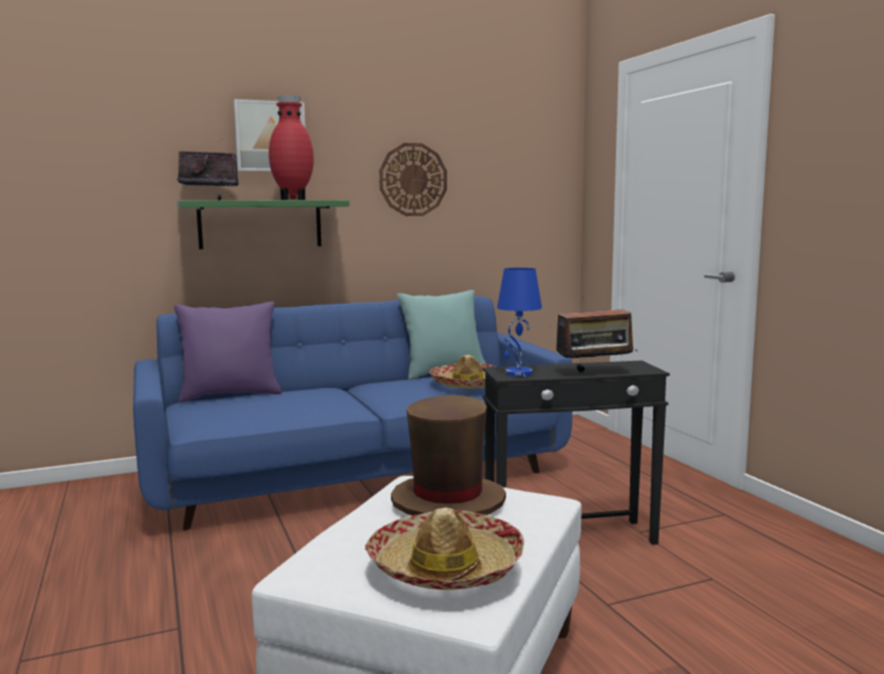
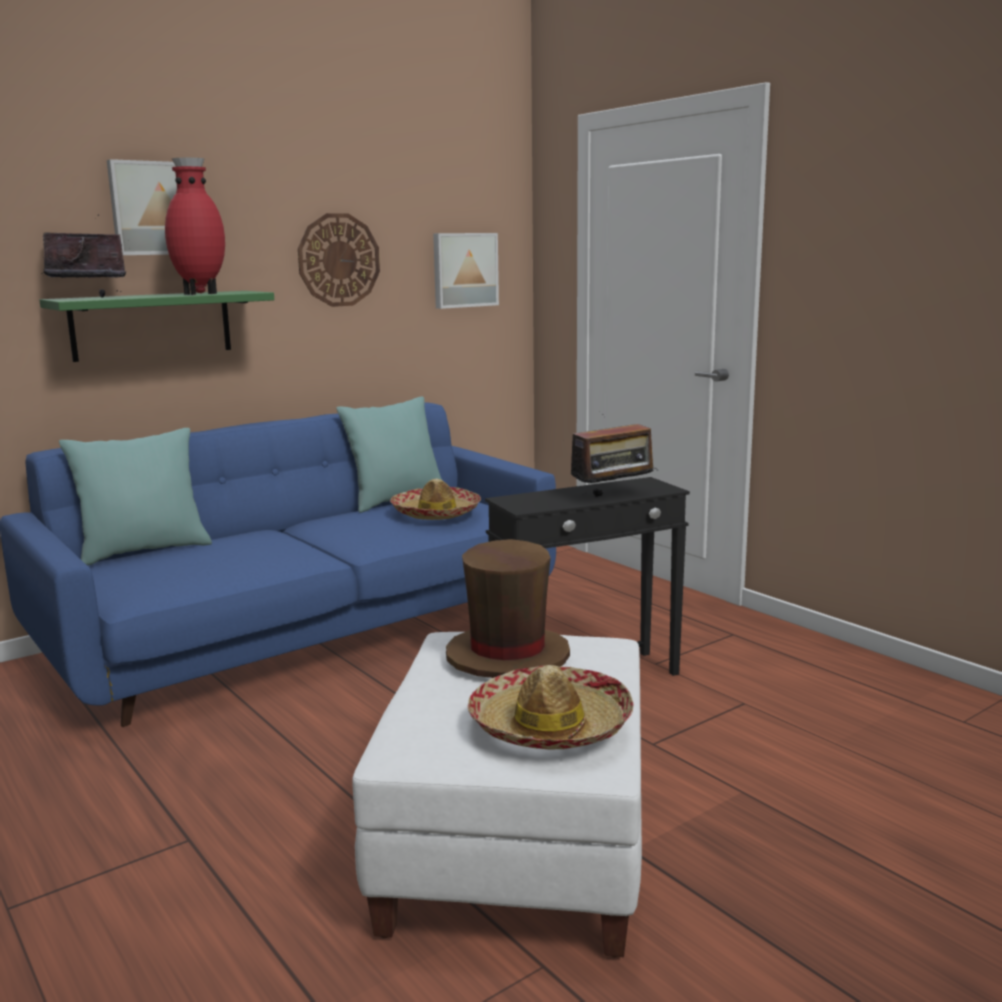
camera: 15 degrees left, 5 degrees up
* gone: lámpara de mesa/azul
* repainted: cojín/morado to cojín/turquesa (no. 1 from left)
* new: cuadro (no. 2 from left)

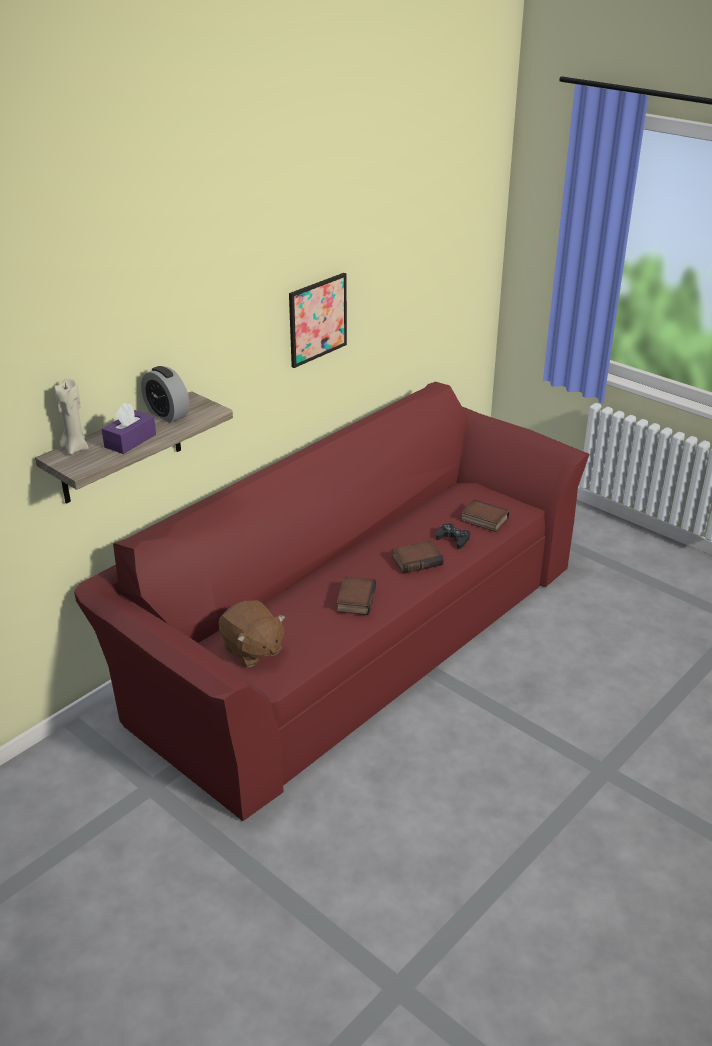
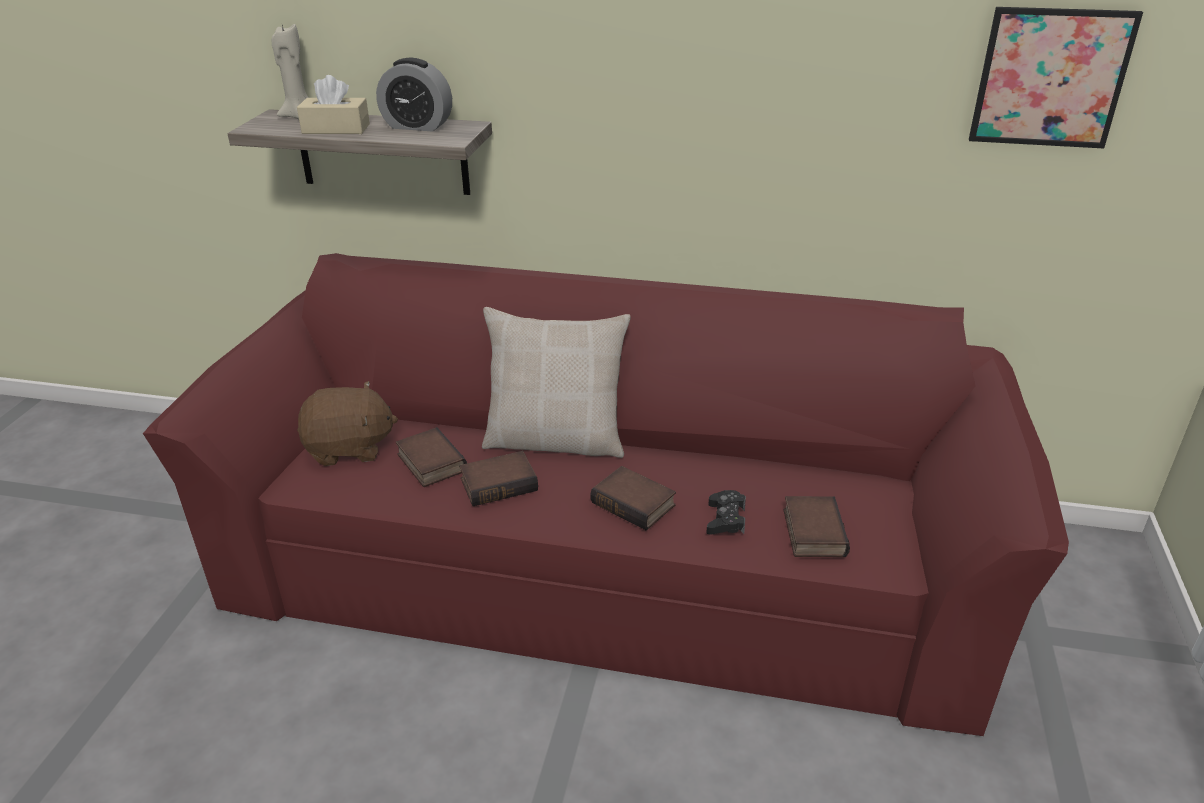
camera: 60 degrees right, 0 degrees up
* shifted: cuadro
* rotated: despertador 90 degrees counterclockwise
* repainted: caja de pañuelos/morado to caja de pañuelos/beis
* rotated: peluche/marrón 120 degrees counterclockwise
* new: cojín/beis
* new: libro (no. 1 from left)

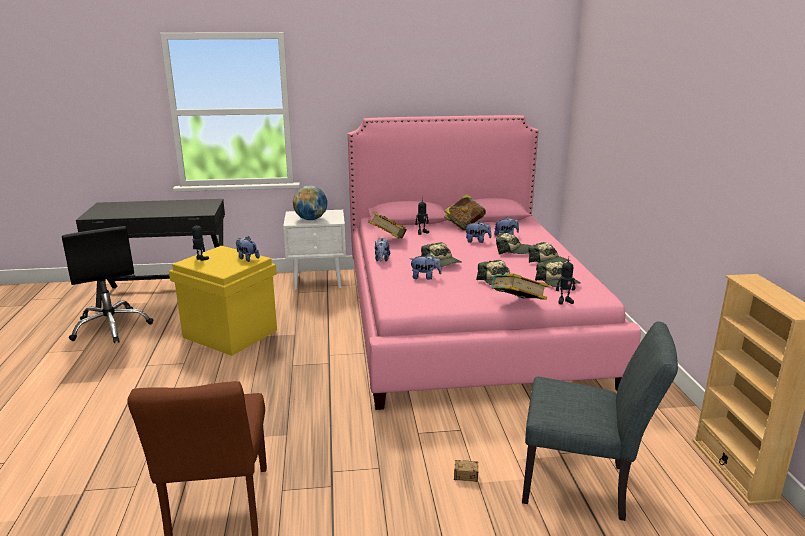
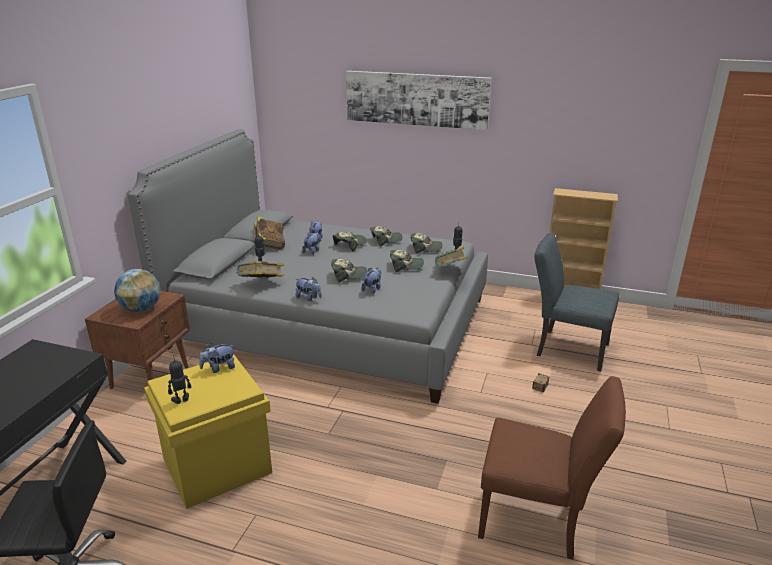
camera: 65 degrees left, 5 degrees up
* repainted: cama/rosa to cama/gris
* repainted: mesita de noche/blanco to mesita de noche/marrón
* rotated: silla/gris 105 degrees counterclockwise
* new: cuadro

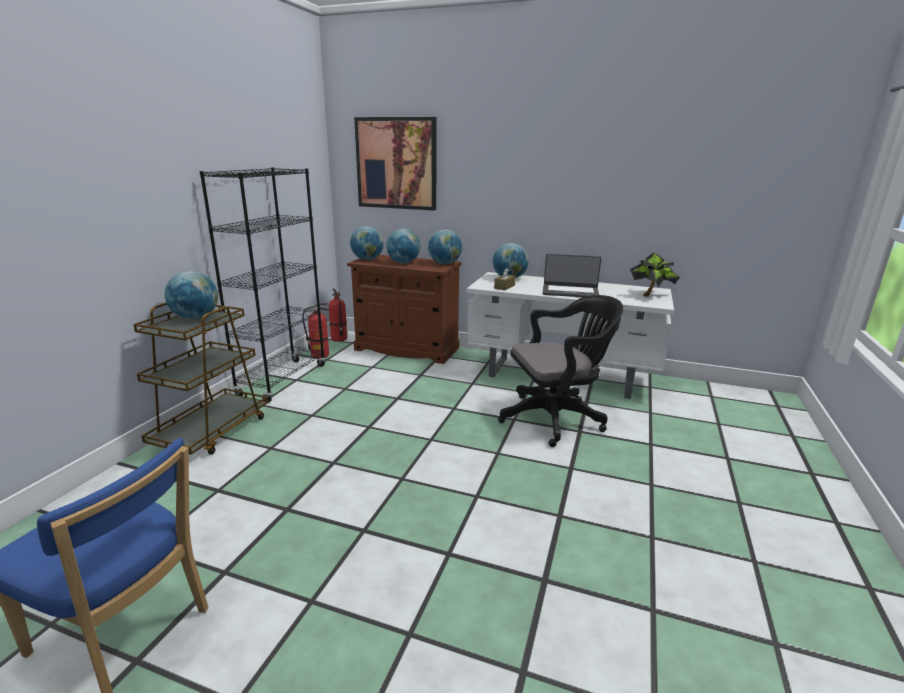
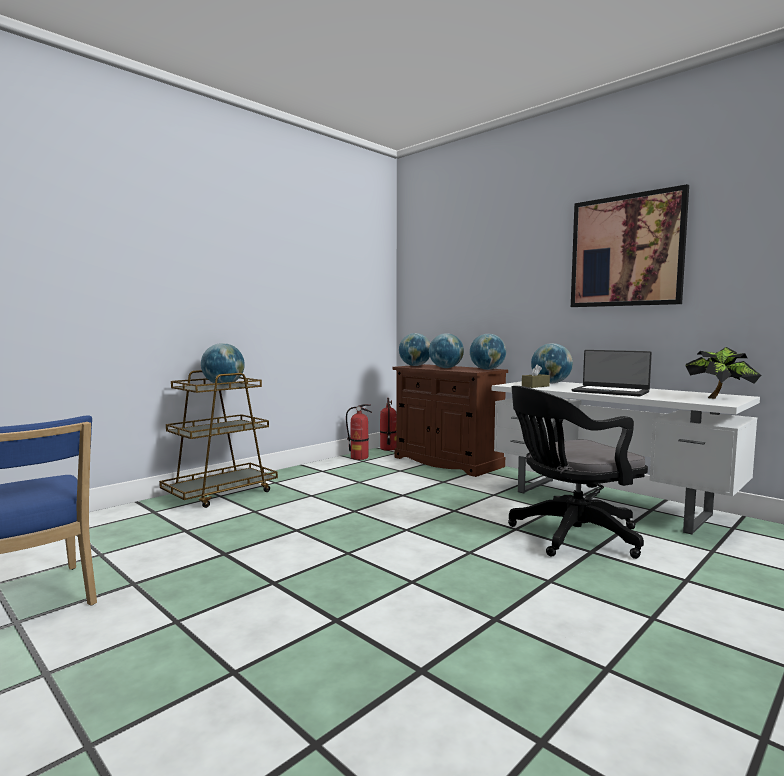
camera: 25 degrees right, 15 degrees down
* shifted: cuadro
* gone: estantería/negro
* rotated: silla de oficina/negro 150 degrees clockwise

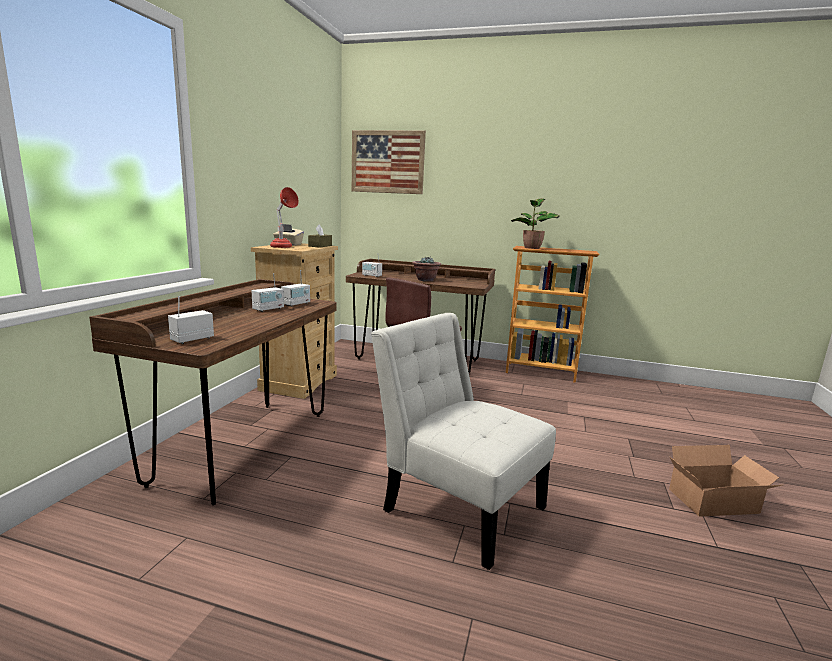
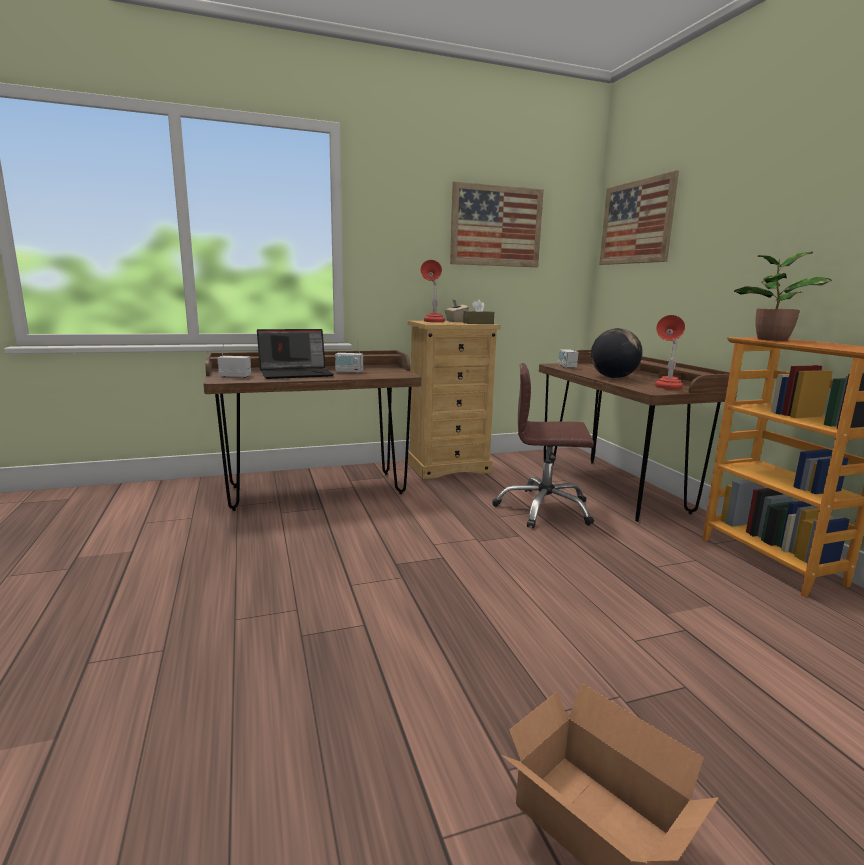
camera: 55 degrees right, 0 degrees up
* swapped: planta en maceta (no. 1 from left) to globo terráqueo
* gone: radio (no. 3 from left)
* gone: silla/blanco
* new: cuadro (no. 1 from left)
* new: lámpara de mesa/rojo (no. 2 from left)
* new: portátil

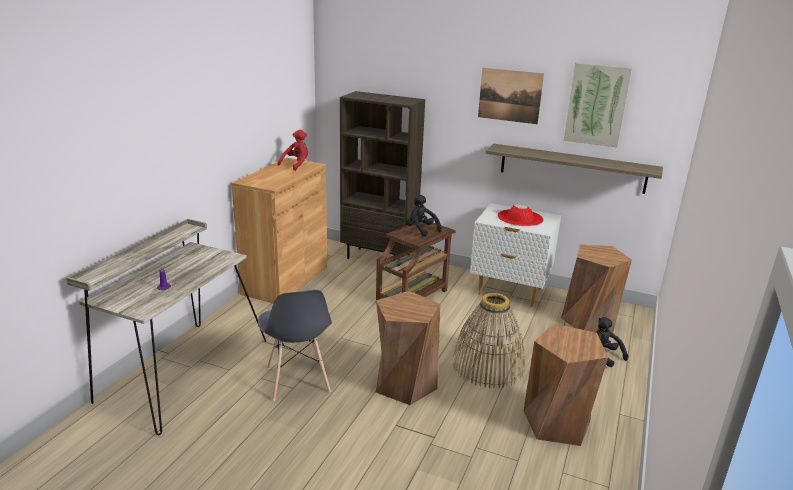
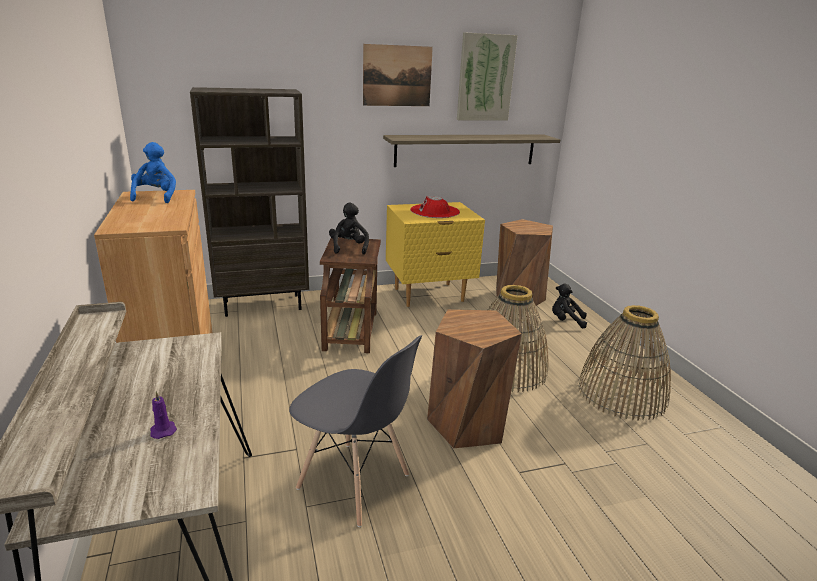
camera: 40 degrees left, 0 degrees up
* repainted: peluche/rojo to peluche/azul
* rotated: peluche/negro (no. 1 from left) 75 degrees clockwise
* repainted: mesita de noche/blanco to mesita de noche/amarillo
* swapped: taburete/marrón (no. 2 from left) to cesta (no. 2 from left)

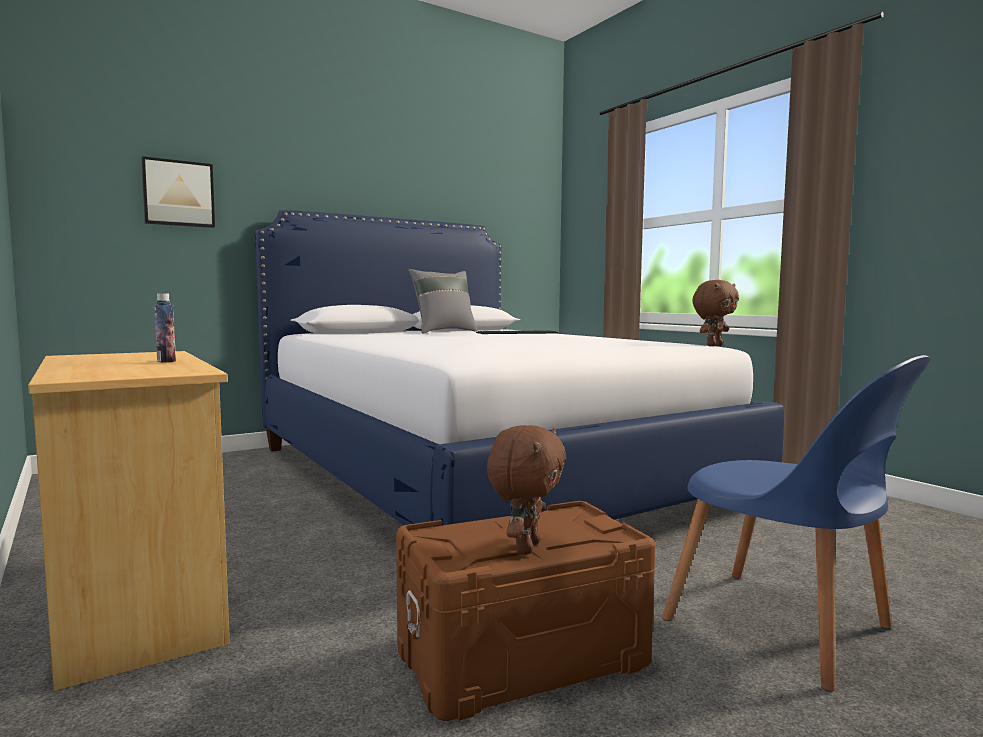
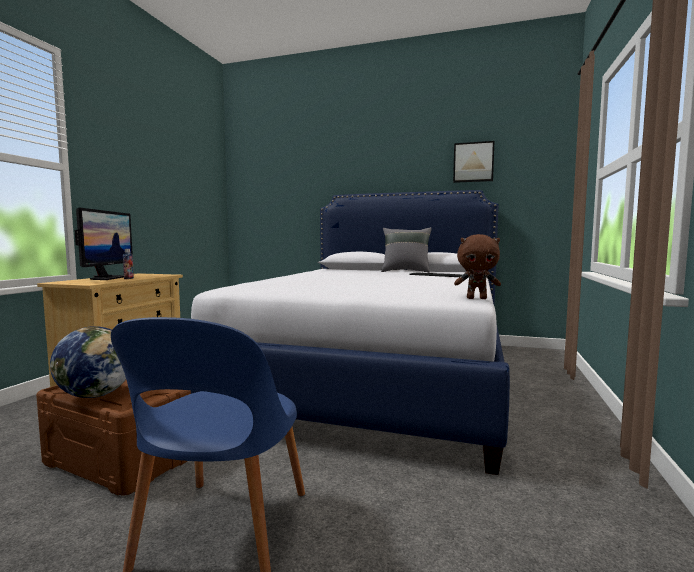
camera: 50 degrees right, 0 degrees up
* shifted: cuadro
* swapped: peluche/marrón (no. 1 from left) to globo terráqueo
* new: monitor

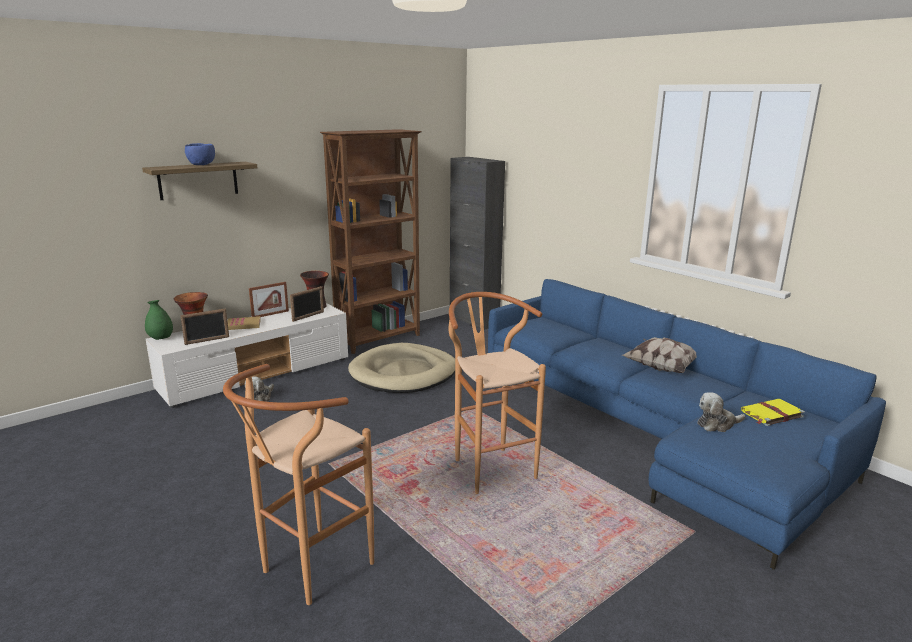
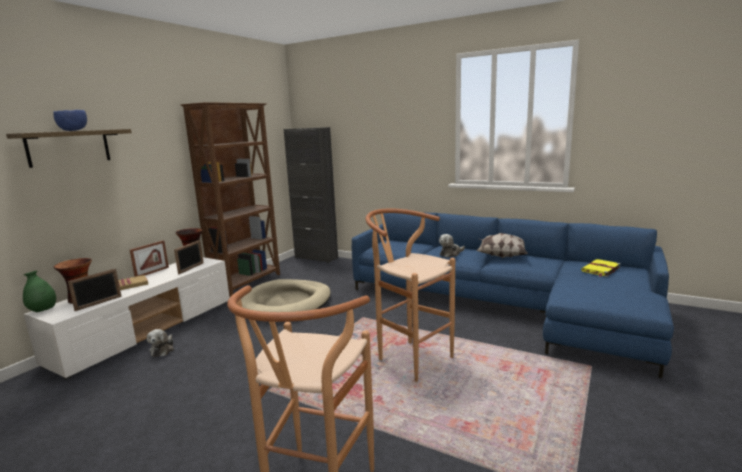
camera: 20 degrees left, 5 degrees down
* shifted: peluche (no. 2 from left)

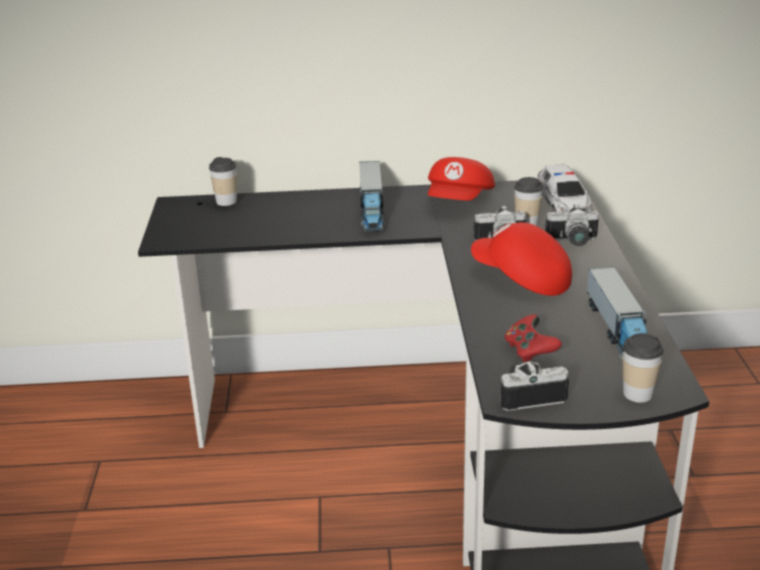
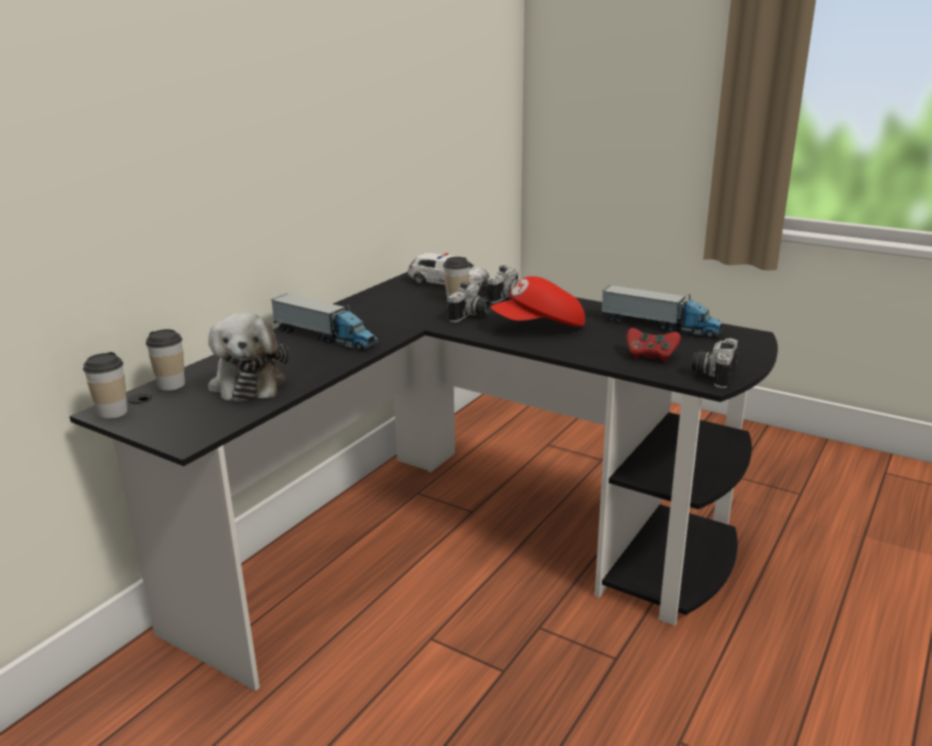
camera: 55 degrees left, 5 degrees down
* gone: gorra/rojo (no. 1 from left)
* shifted: taza (no. 3 from left in the first image) to taza (no. 1 from left)
* new: peluche

